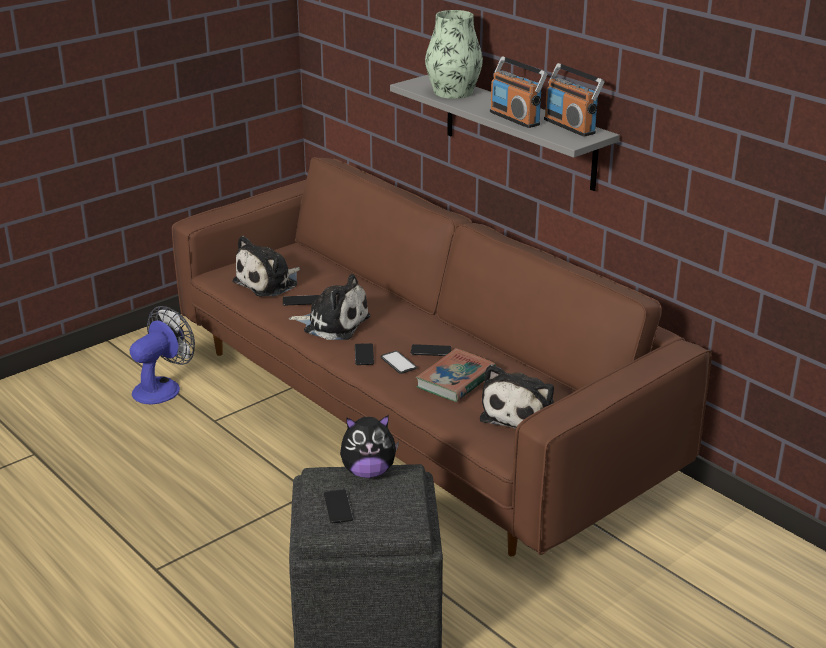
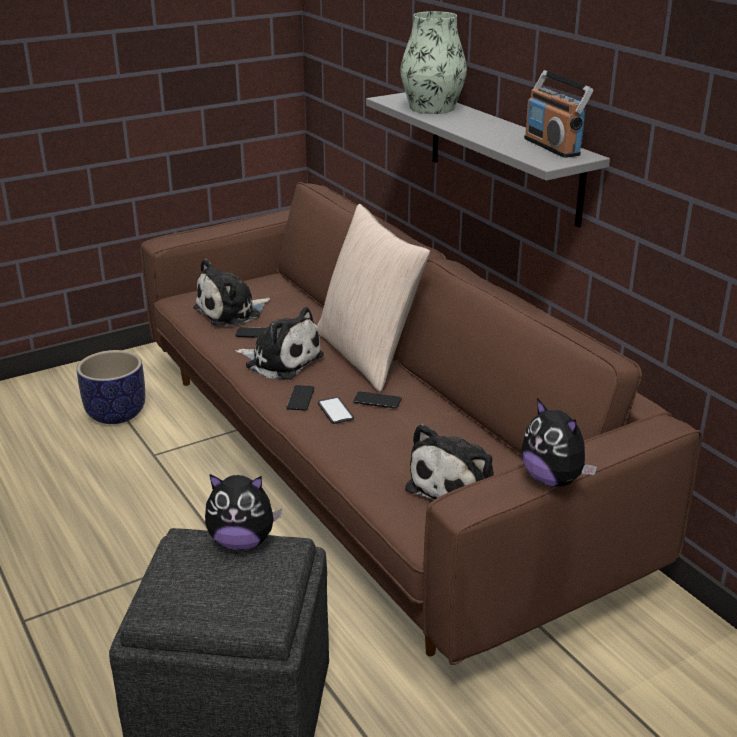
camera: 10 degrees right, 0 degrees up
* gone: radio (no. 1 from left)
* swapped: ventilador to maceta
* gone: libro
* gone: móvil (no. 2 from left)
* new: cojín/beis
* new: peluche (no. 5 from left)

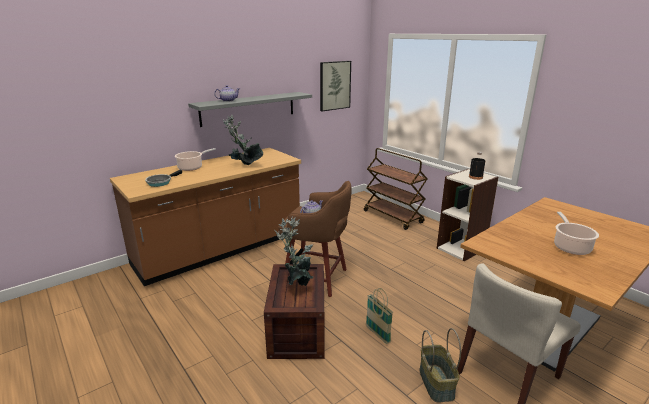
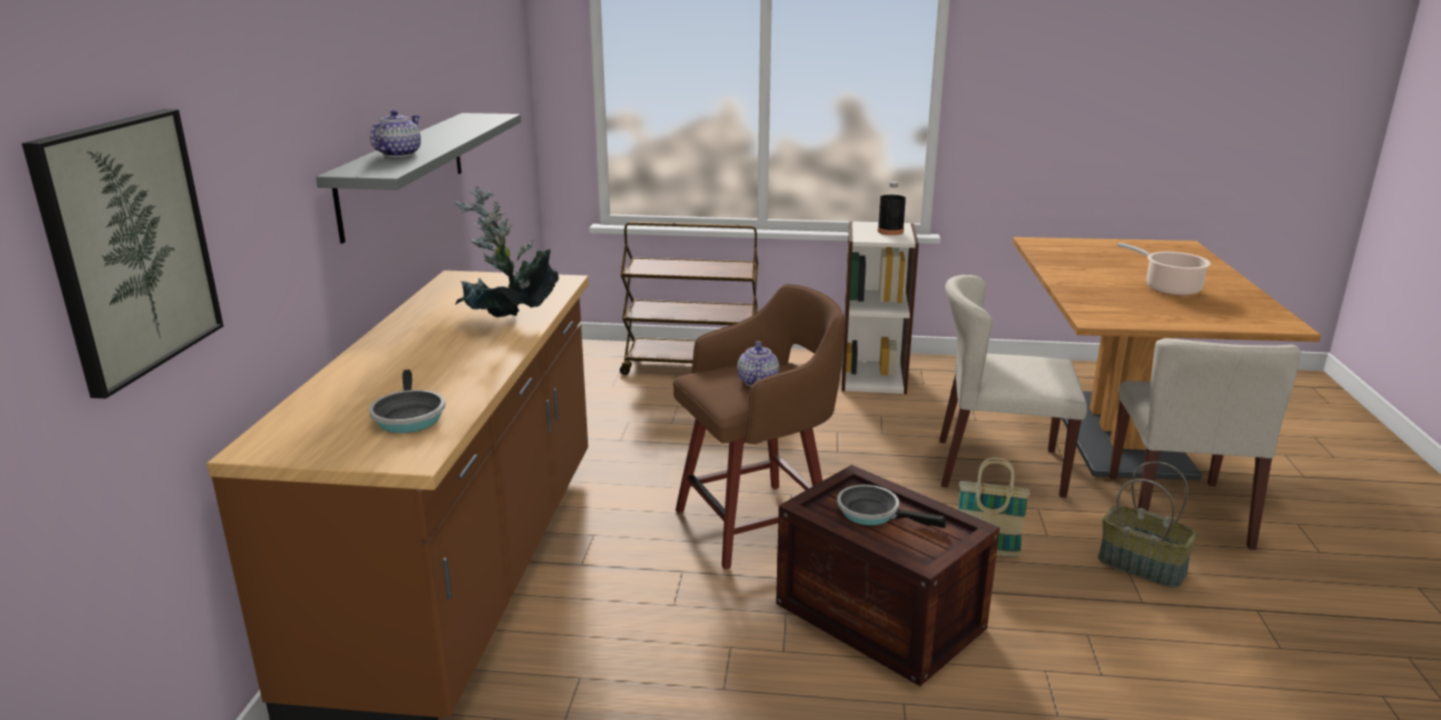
camera: 45 degrees left, 0 degrees up
* shifted: cuadro
* gone: olla (no. 1 from left)
* swapped: planta en maceta (no. 2 from left) to sartén (no. 2 from left)
* new: silla/beis (no. 1 from left)

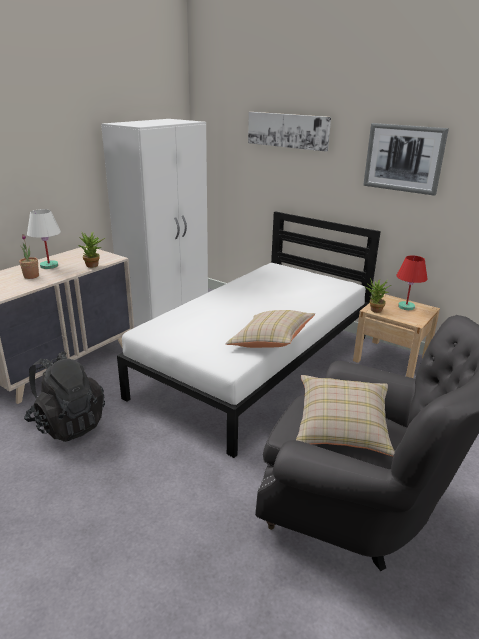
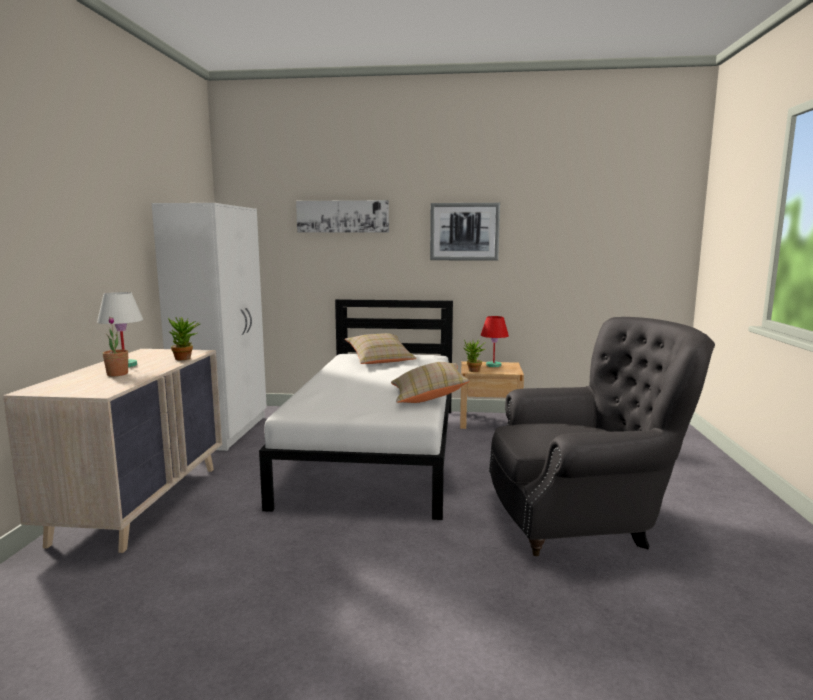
camera: 30 degrees left, 15 degrees down
* gone: mochila/negro
* shifted: cojín/beis (no. 2 from left in the first image) to cojín/beis (no. 1 from left)

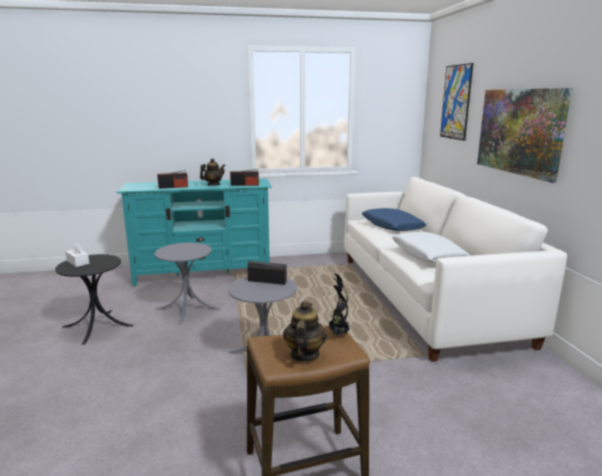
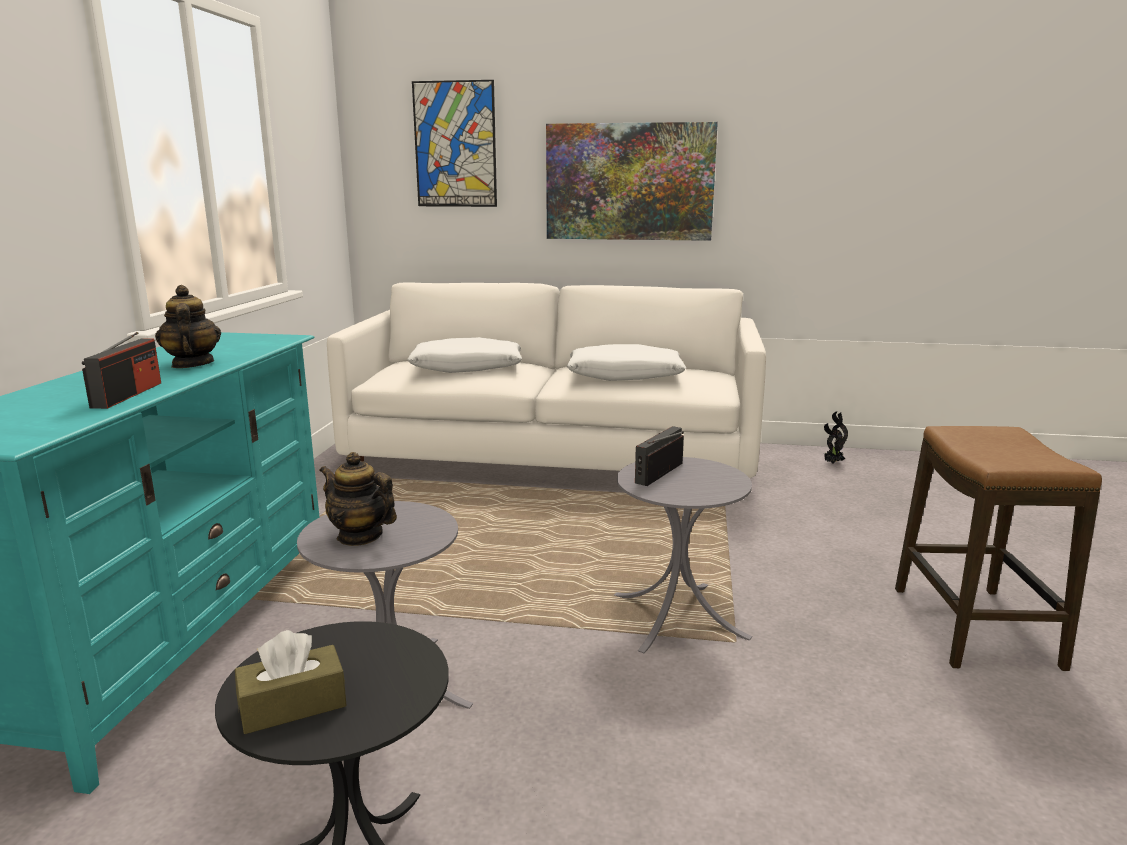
camera: 70 degrees left, 0 degrees up
* gone: radio (no. 2 from left)
* repainted: cojín/azul to cojín/blanco (no. 1 from left)
* repainted: caja de pañuelos/blanco to caja de pañuelos/marrón
* shifted: planta en maceta
* shifted: tetera (no. 2 from left)

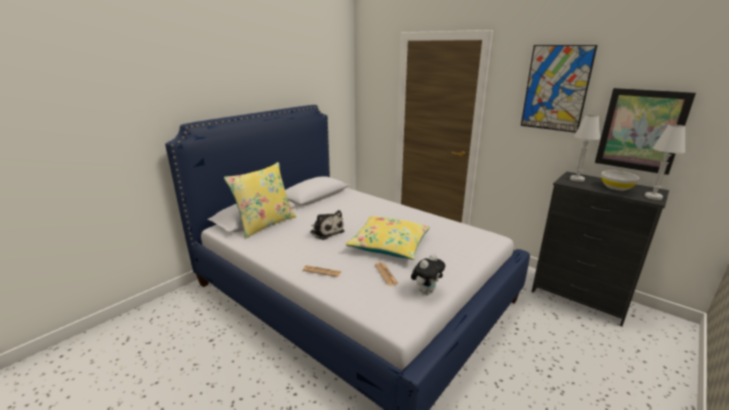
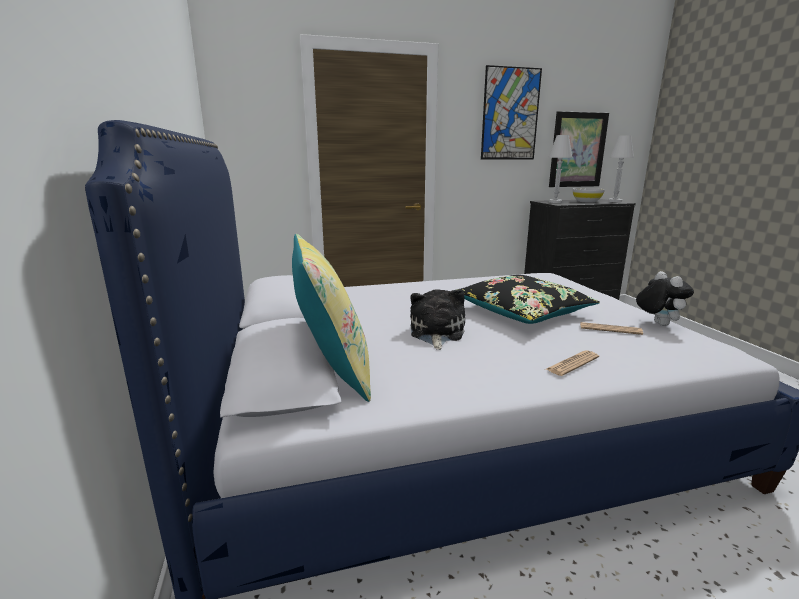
camera: 55 degrees left, 5 degrees down
* rotated: peluche (no. 1 from left) 75 degrees counterclockwise
* repainted: cojín/amarillo (no. 2 from left) to cojín/negro

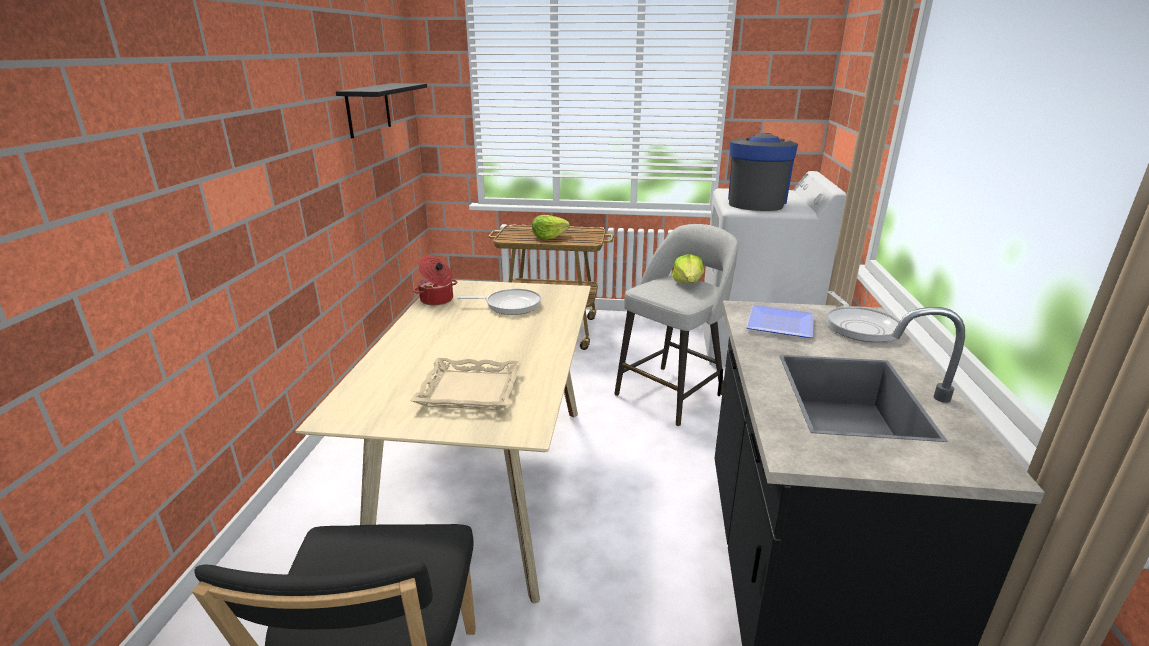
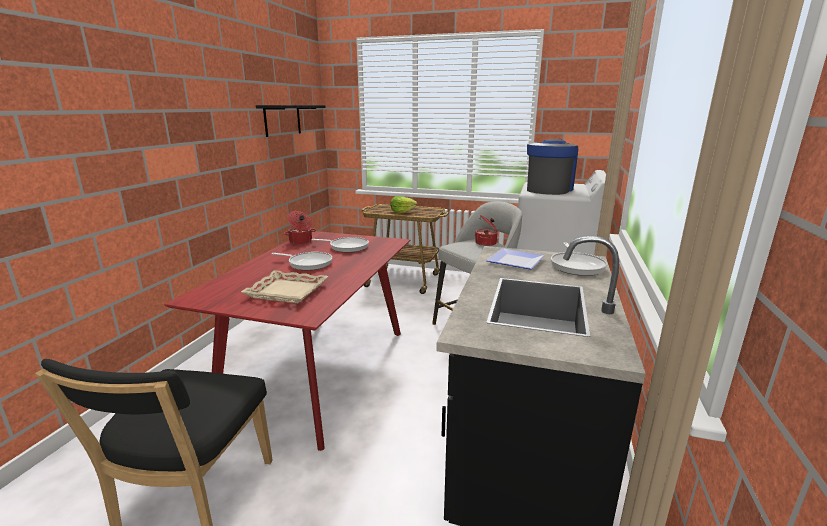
camera: 10 degrees right, 5 degrees down
* swapped: lechuga (no. 2 from left) to olla (no. 2 from left)
* repainted: mesa de comedor/beis to mesa de comedor/rojo
* new: sartén (no. 1 from left)

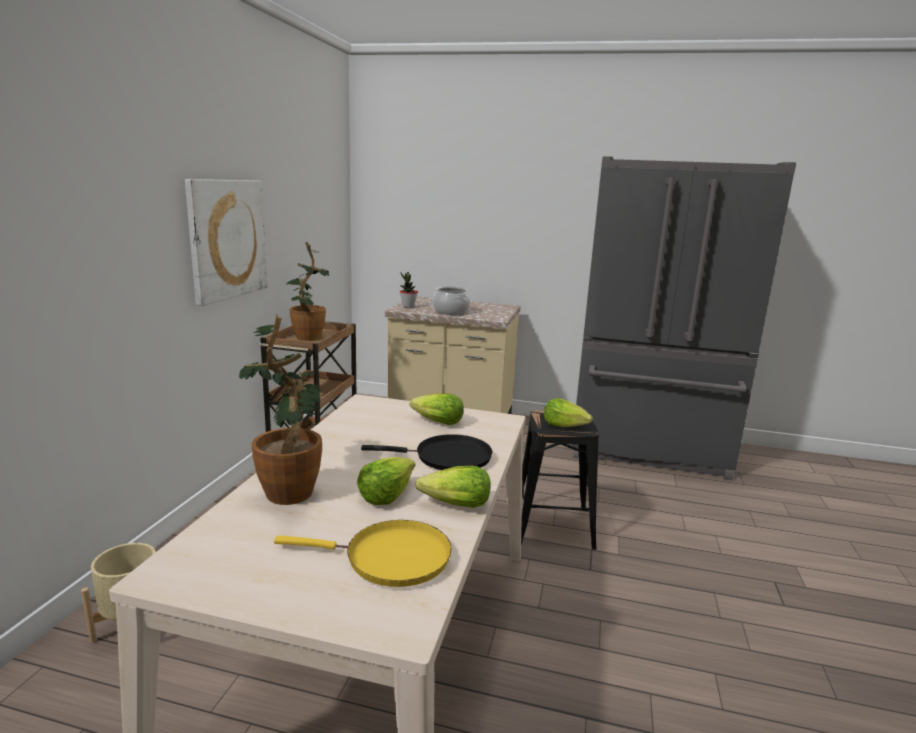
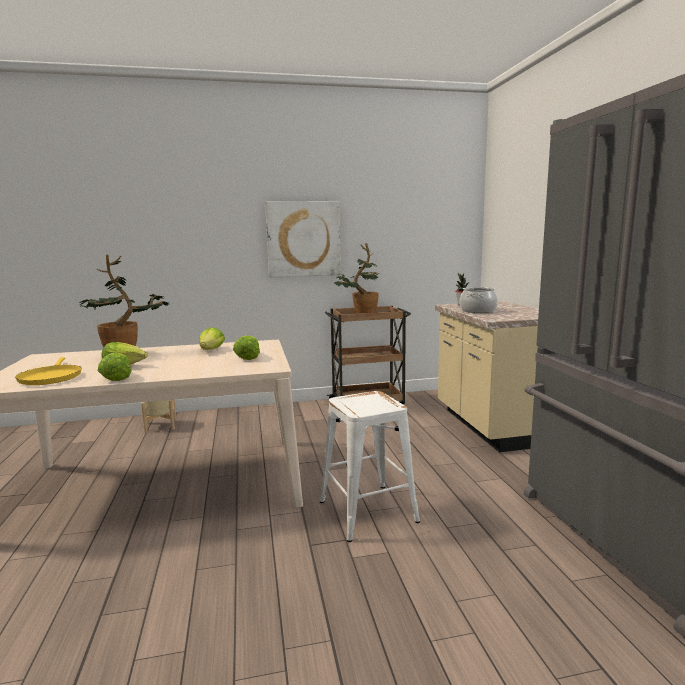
camera: 65 degrees right, 5 degrees down
* shifted: lechuga (no. 4 from left in the first image) to lechuga (no. 3 from left)
* repainted: taburete/negro to taburete/blanco
* gone: sartén/negro

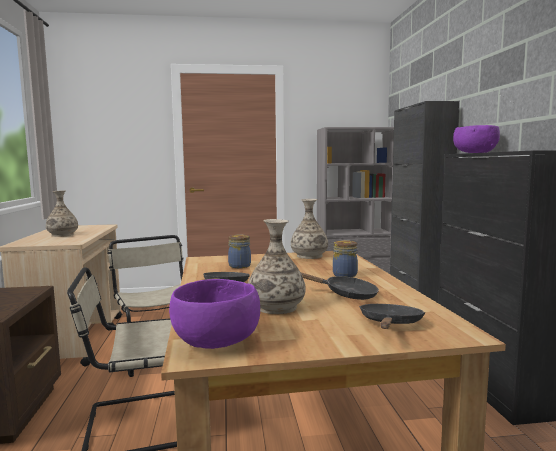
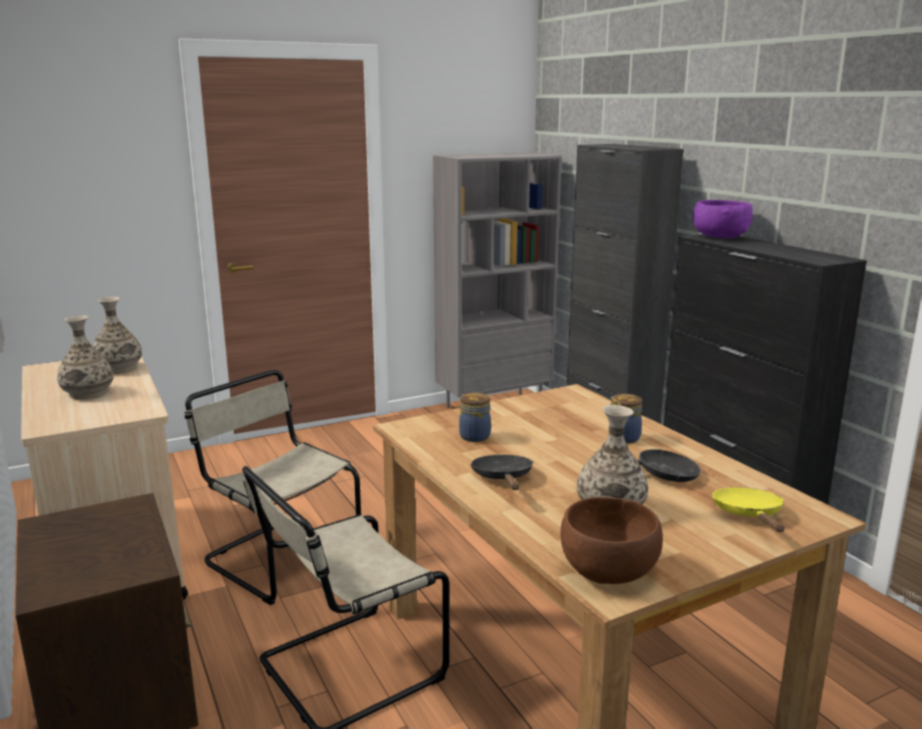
camera: 20 degrees left, 10 degrees up
* shifted: florero (no. 3 from left in the first image) to florero (no. 2 from left)
* repainted: cuenco/morado (no. 1 from left) to cuenco/marrón
* repainted: sartén/negro (no. 3 from left) to sartén/amarillo

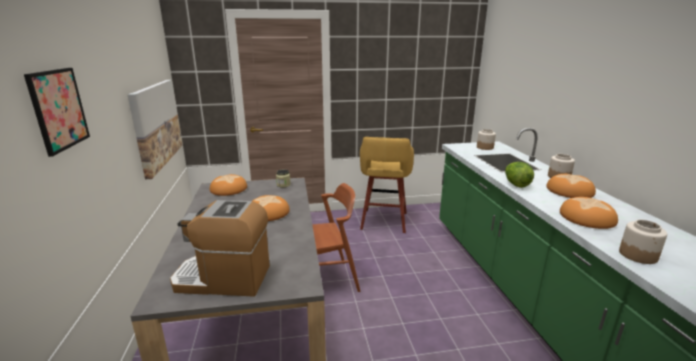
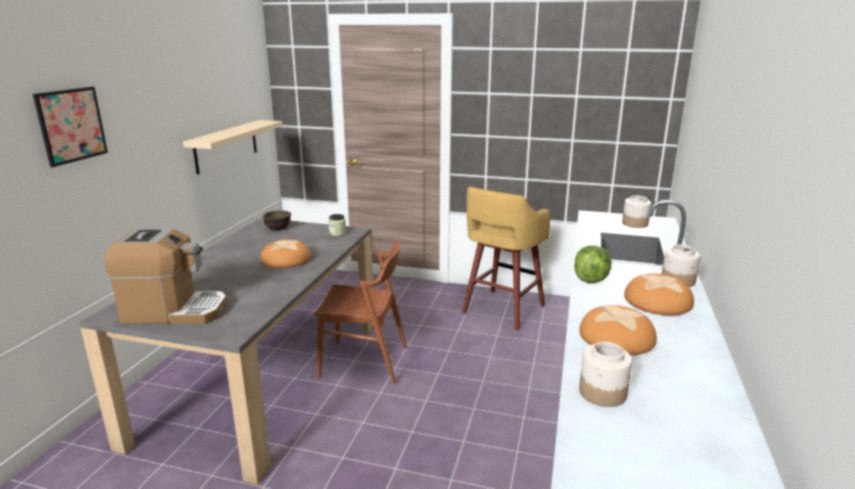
camera: 25 degrees right, 0 degrees up
* swapped: cuadro (no. 2 from left) to estante/beis
* swapped: pan (no. 1 from left) to cuenco/marrón
* rotated: cafetera 150 degrees clockwise

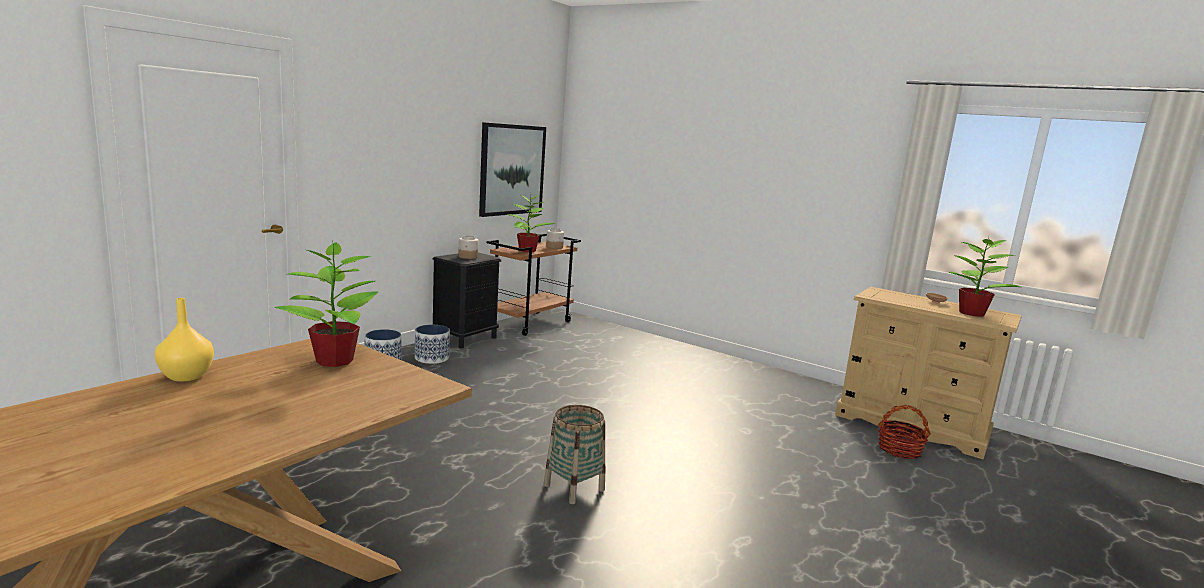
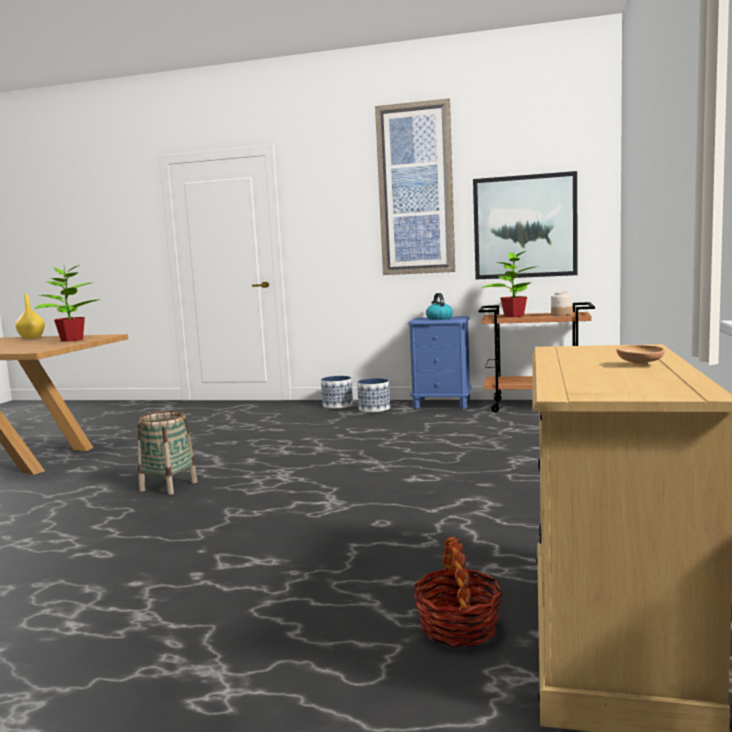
camera: 70 degrees right, 5 degrees down
* gone: planta en maceta (no. 3 from left)
* swapped: tarro (no. 1 from left) to hervidor
* repainted: mesita de noche/negro to mesita de noche/azul
* new: cuadro (no. 1 from left)

